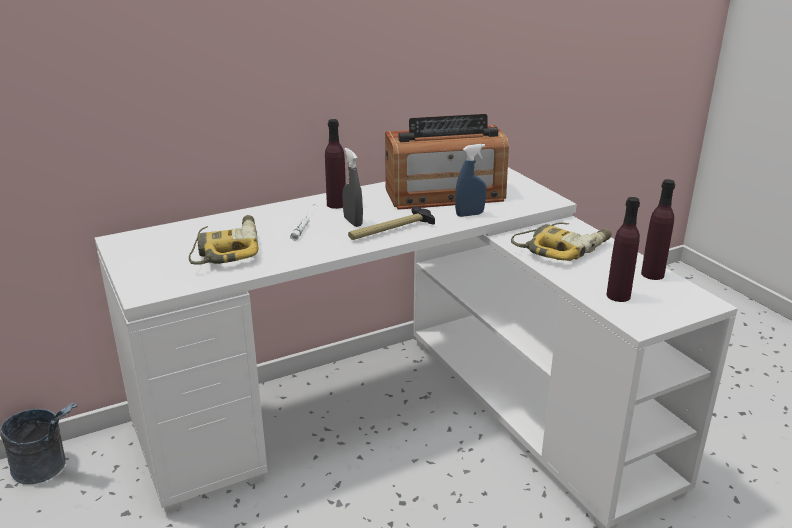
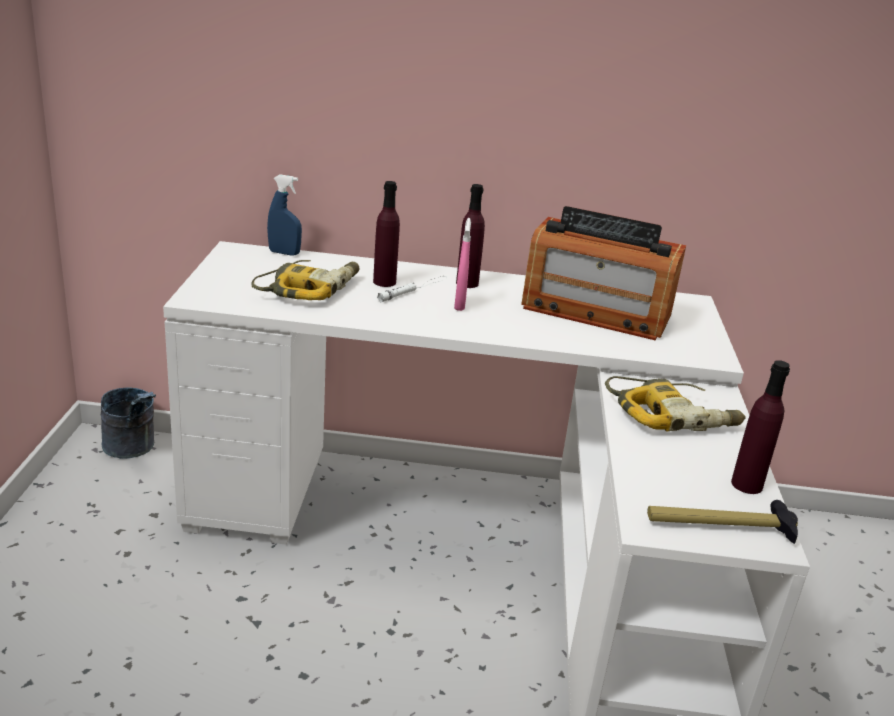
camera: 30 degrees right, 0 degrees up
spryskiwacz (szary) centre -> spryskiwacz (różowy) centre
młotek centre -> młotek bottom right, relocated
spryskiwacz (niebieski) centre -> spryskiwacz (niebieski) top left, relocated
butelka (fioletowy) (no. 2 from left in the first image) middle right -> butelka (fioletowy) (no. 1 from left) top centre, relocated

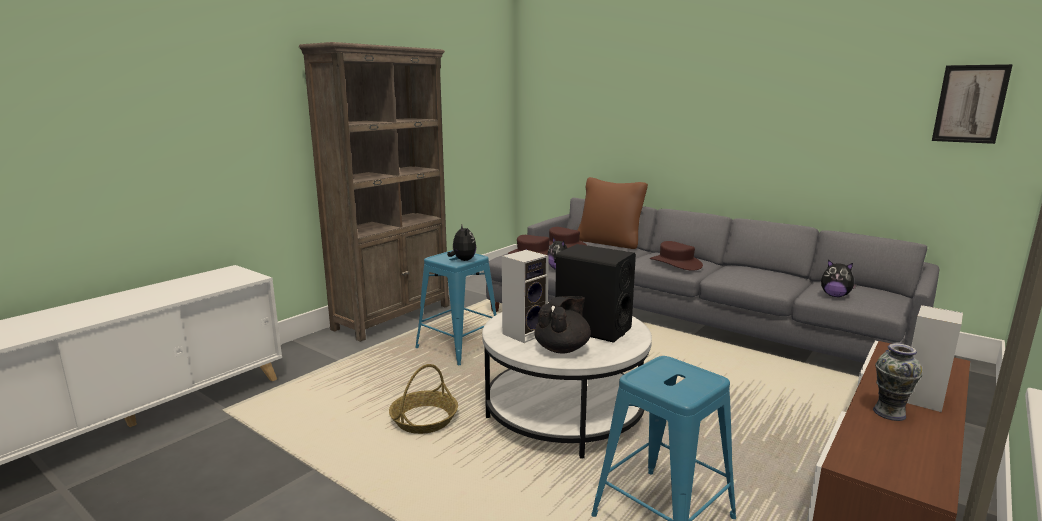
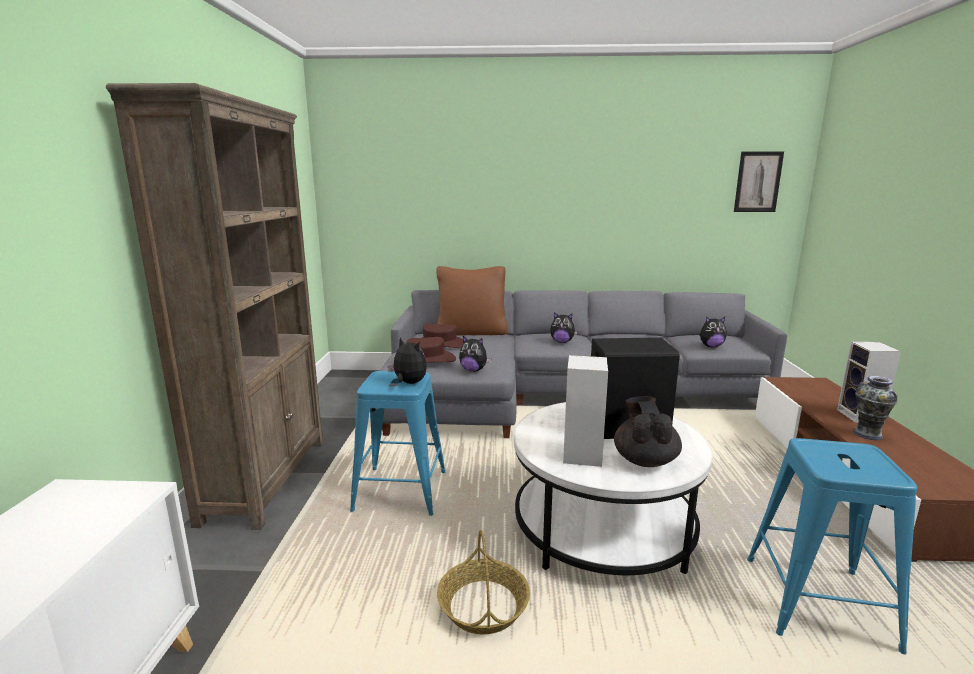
camera: 35 degrees left, 0 degrees up
kapelusz (brązowy) (no. 3 from left) centre -> pluszak (no. 3 from left) centre

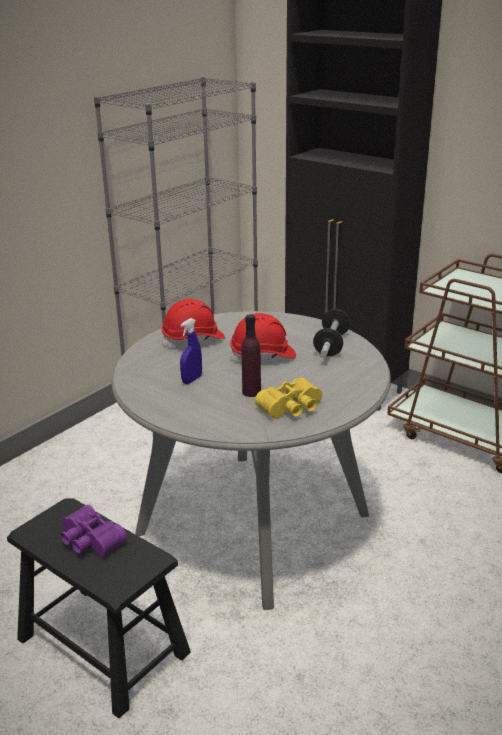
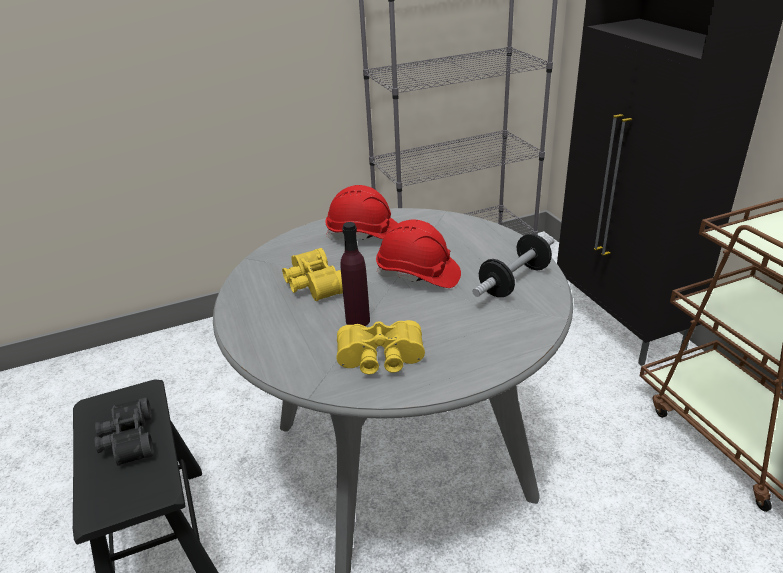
camera: 30 degrees right, 5 degrees up
lornetka (fioletowy) bottom left -> lornetka (czarny) bottom left
spryskiwacz (niebieski) centre -> lornetka (żółty) (no. 1 from left) centre

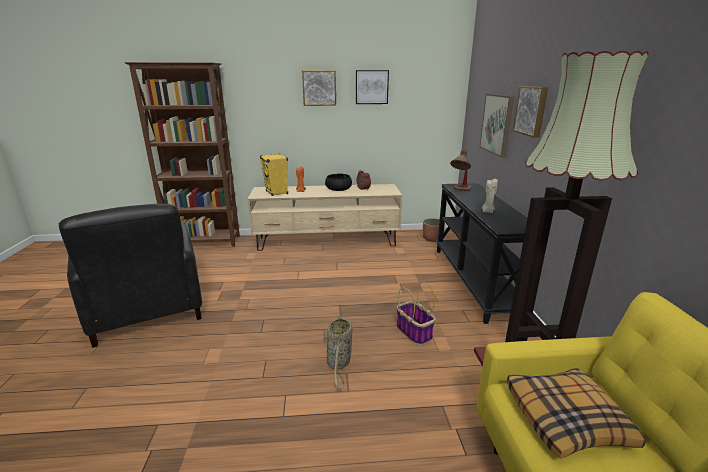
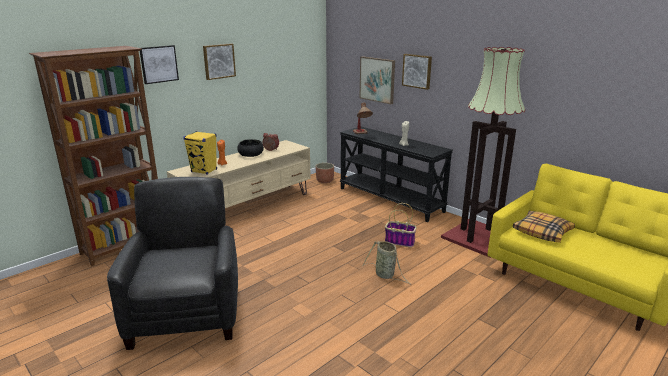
camera: 40 degrees left, 0 degrees up
fotel (czarny) middle left -> fotel (czarny) bottom left, 120 degrees counterclockwise
obraz (no. 2 from left in the first image) top centre -> obraz (no. 1 from left) top left, relocated

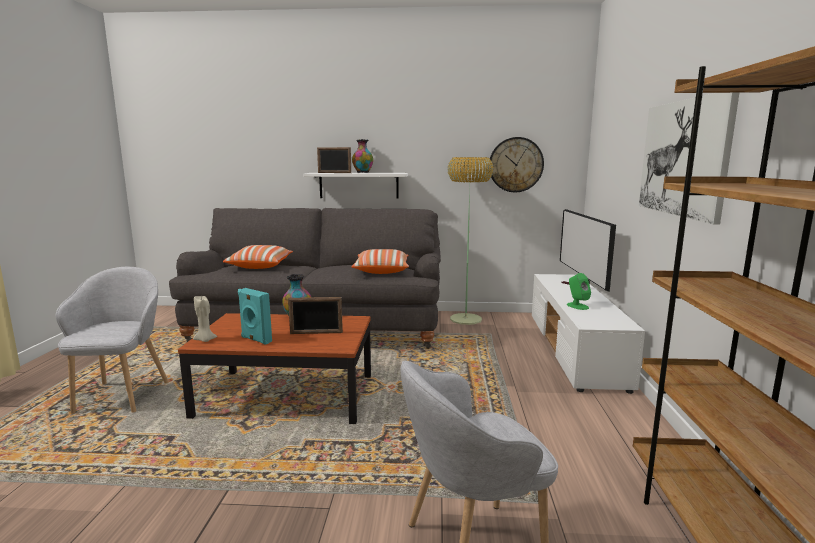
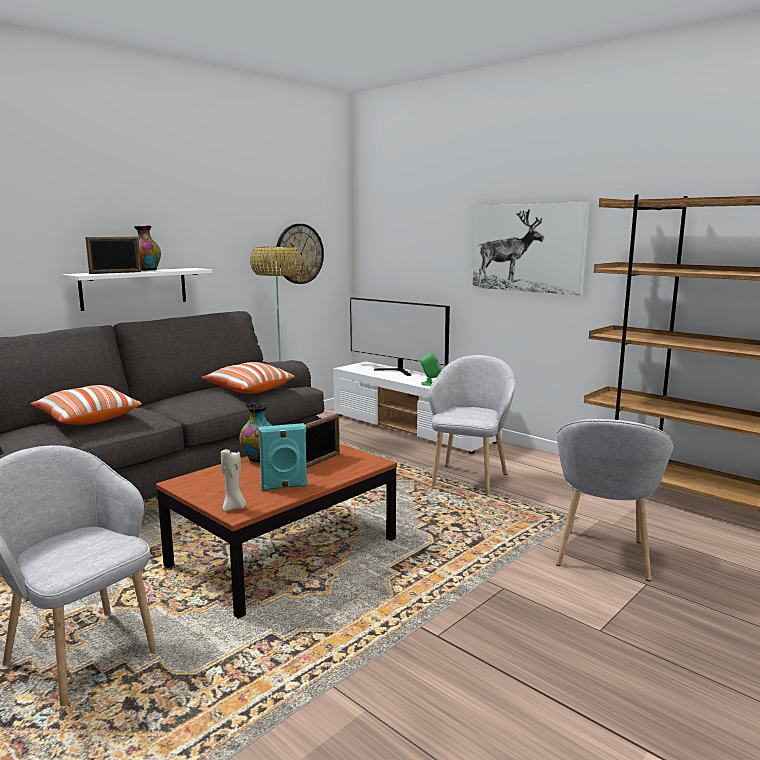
camera: 50 degrees left, 0 degrees up
none -> fotel (szary) (no. 2 from left) centre

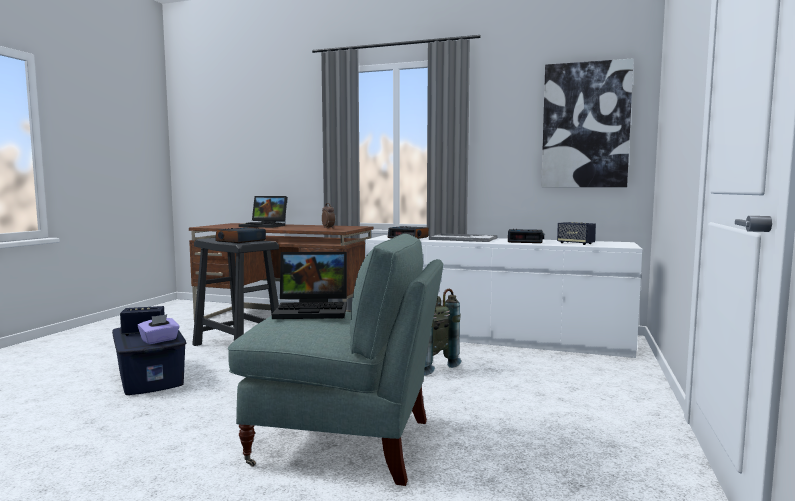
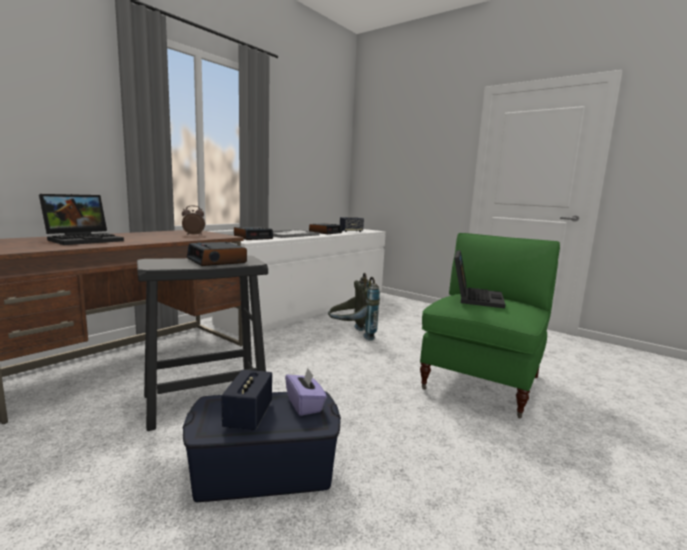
camera: 70 degrees left, 5 degrees up
fotel (szary) bottom centre -> fotel (zielony) middle right
obraz top right -> none

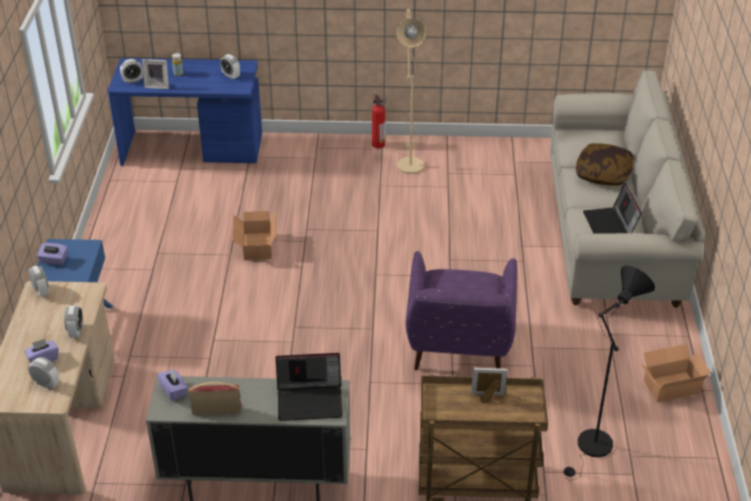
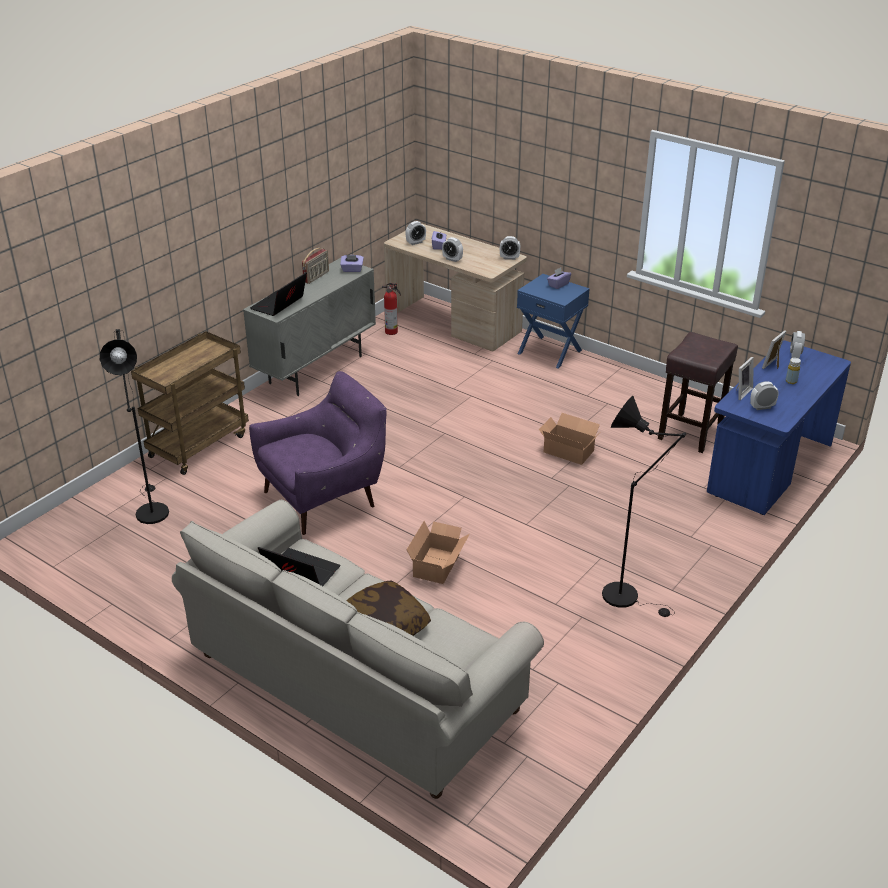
camera: 125 degrees right, 5 degrees down
gaśnica top centre -> gaśnica centre, relocated
lampa stojąca (beżowy) top centre -> lampa stojąca (czarny) (no. 2 from left) middle right
fotel (fioletowy) centre, 105 degrees clockwise
ramka na zdjęcie (no. 2 from left in the first image) bottom centre -> ramka na zdjęcie (no. 1 from left) middle right, relocated
karton (no. 2 from left in the first image) bottom right -> karton (no. 1 from left) centre, relocated
none -> stołek (brązowy) middle right

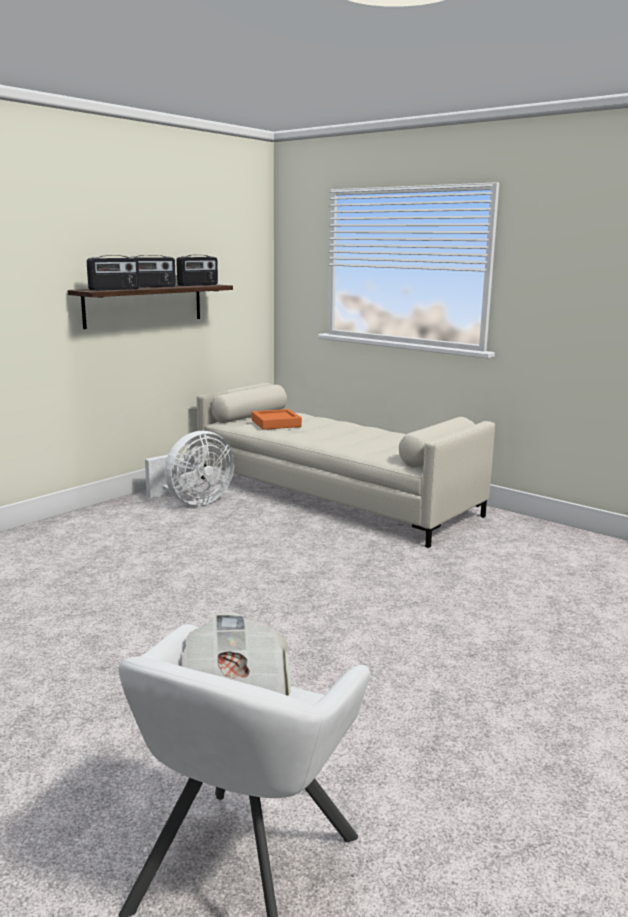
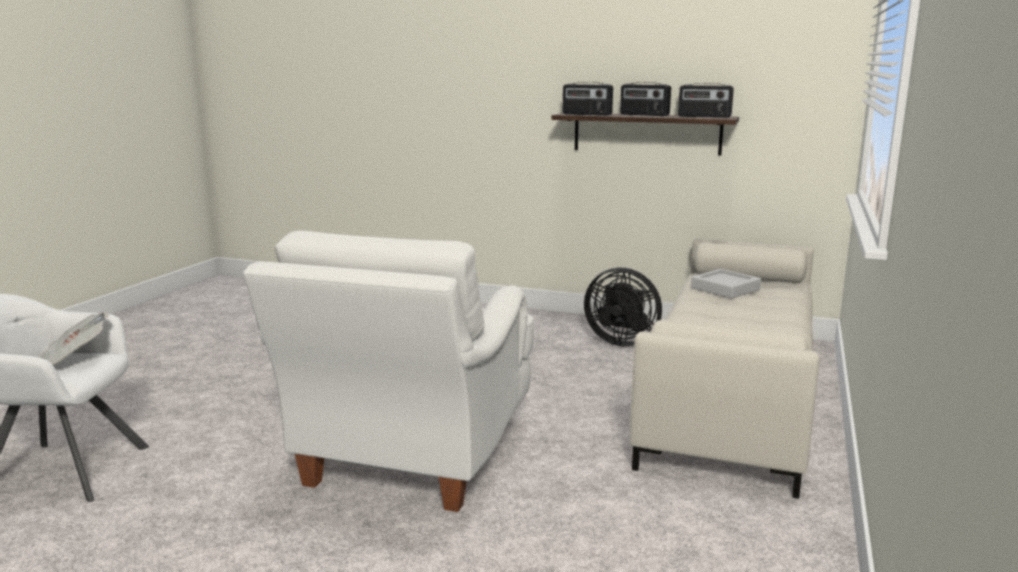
camera: 70 degrees right, 0 degrees up
wentylator (biały) middle left -> wentylator (czarny) centre
taca (pomarańczowy) centre -> taca (szary) middle right
none -> fotel (biały) (no. 2 from left) centre

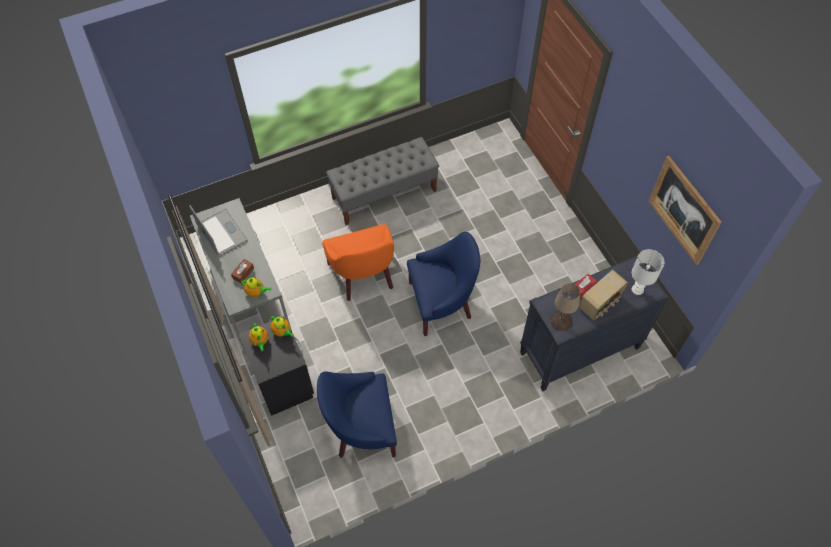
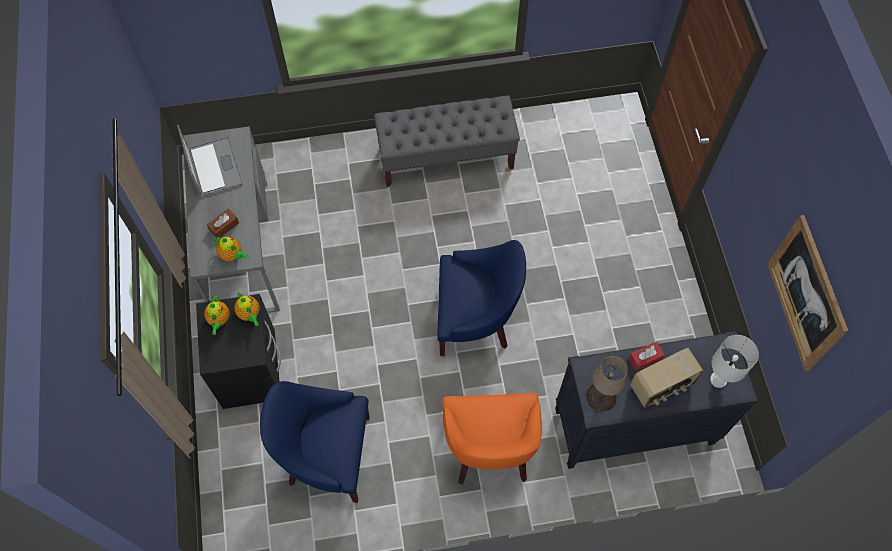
camera: 15 degrees right, 5 degrees up
fotel (pomarańczowy) centre -> fotel (pomarańczowy) bottom centre, relocated

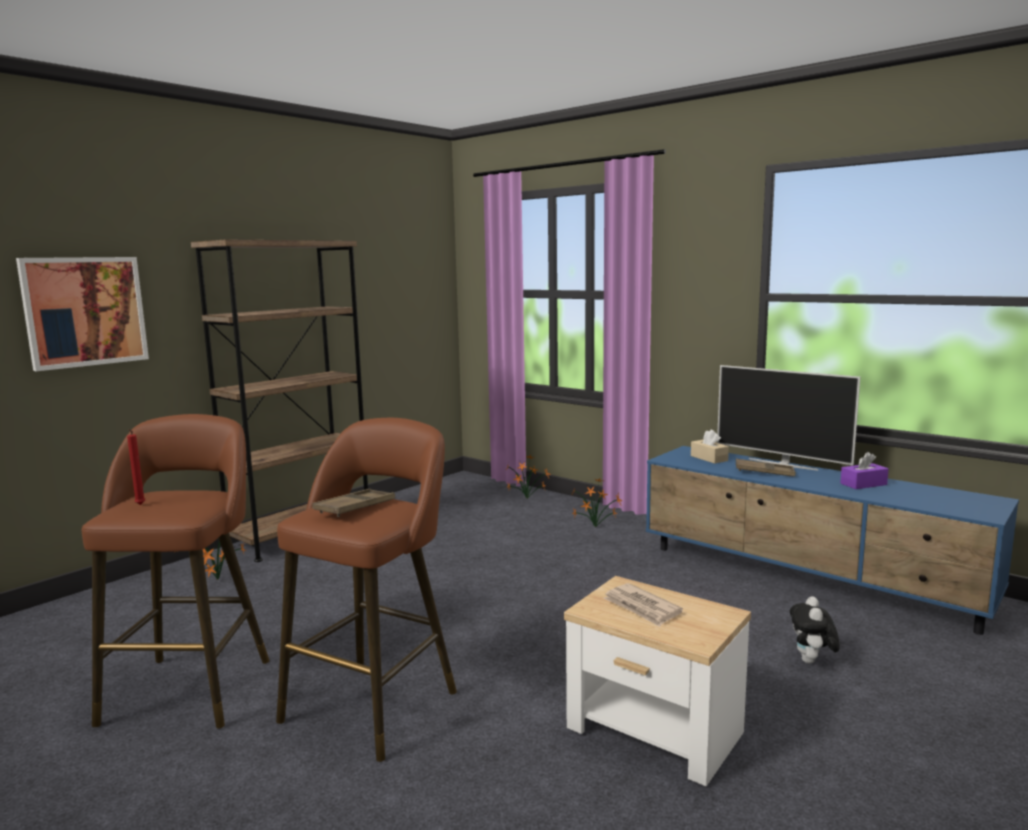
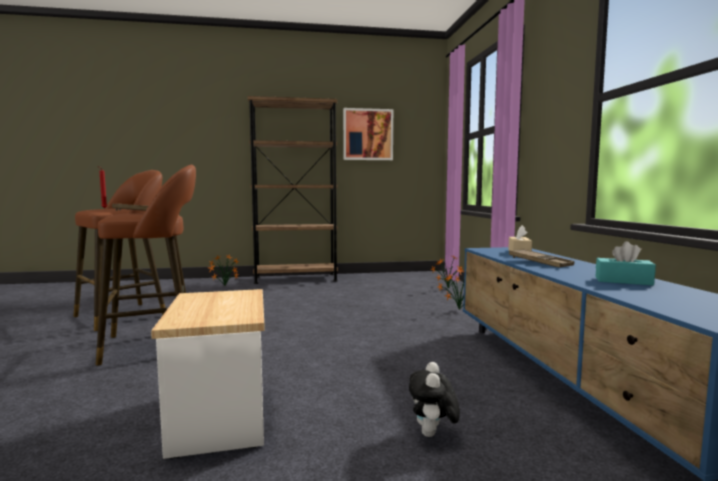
camera: 40 degrees right, 5 degrees down
obraz middle left -> obraz top centre, relocated
gazeta bottom centre -> none
telewizor middle right -> none
pluszak bottom right -> pluszak bottom centre, 45 degrees counterclockwise
pudełko chusteczek (fioletowy) middle right -> pudełko chusteczek (turkusowy) middle right

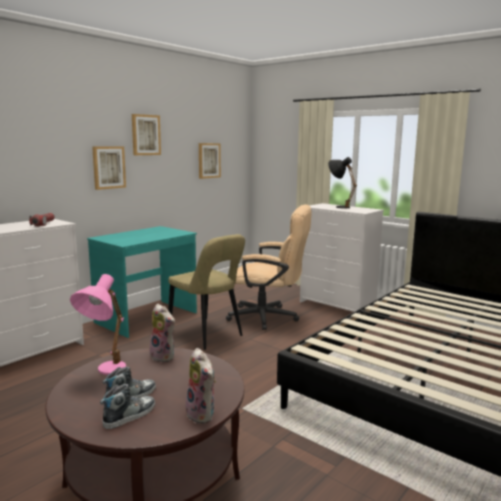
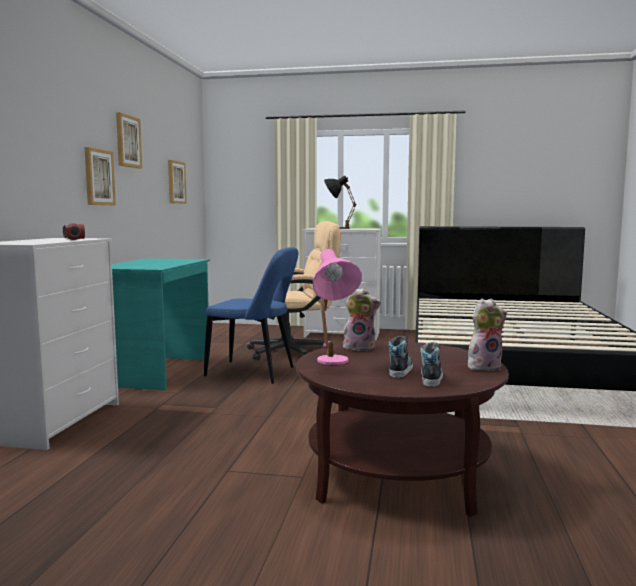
camera: 30 degrees left, 5 degrees down
krzesło (beżowy) centre -> krzesło (niebieski) centre
pluszak (no. 2 from left) bottom centre -> pluszak (no. 2 from left) middle right, 45 degrees counterclockwise

